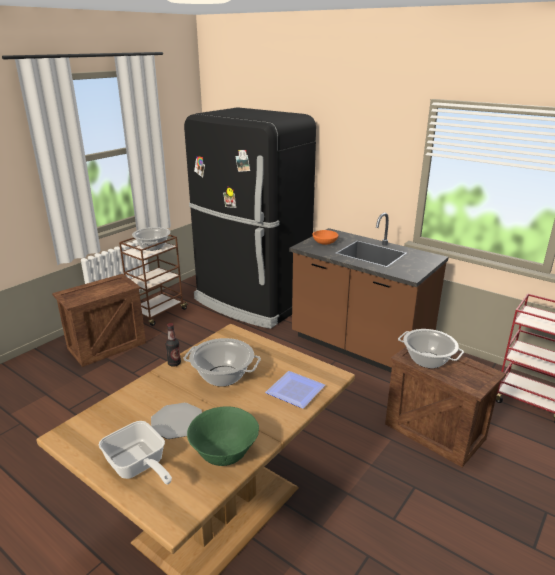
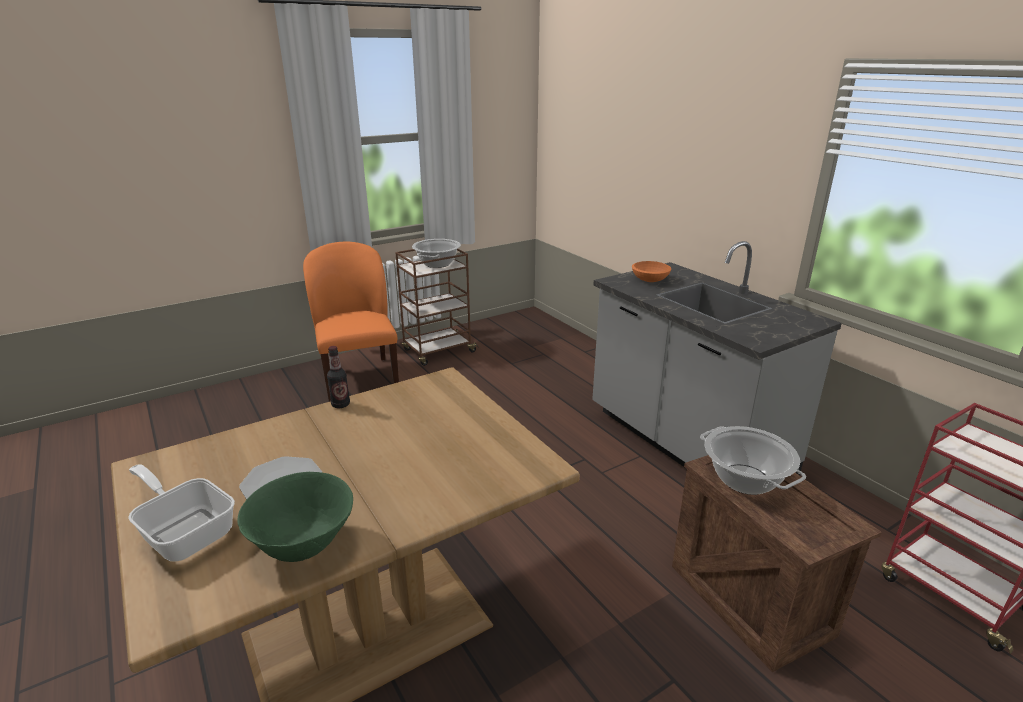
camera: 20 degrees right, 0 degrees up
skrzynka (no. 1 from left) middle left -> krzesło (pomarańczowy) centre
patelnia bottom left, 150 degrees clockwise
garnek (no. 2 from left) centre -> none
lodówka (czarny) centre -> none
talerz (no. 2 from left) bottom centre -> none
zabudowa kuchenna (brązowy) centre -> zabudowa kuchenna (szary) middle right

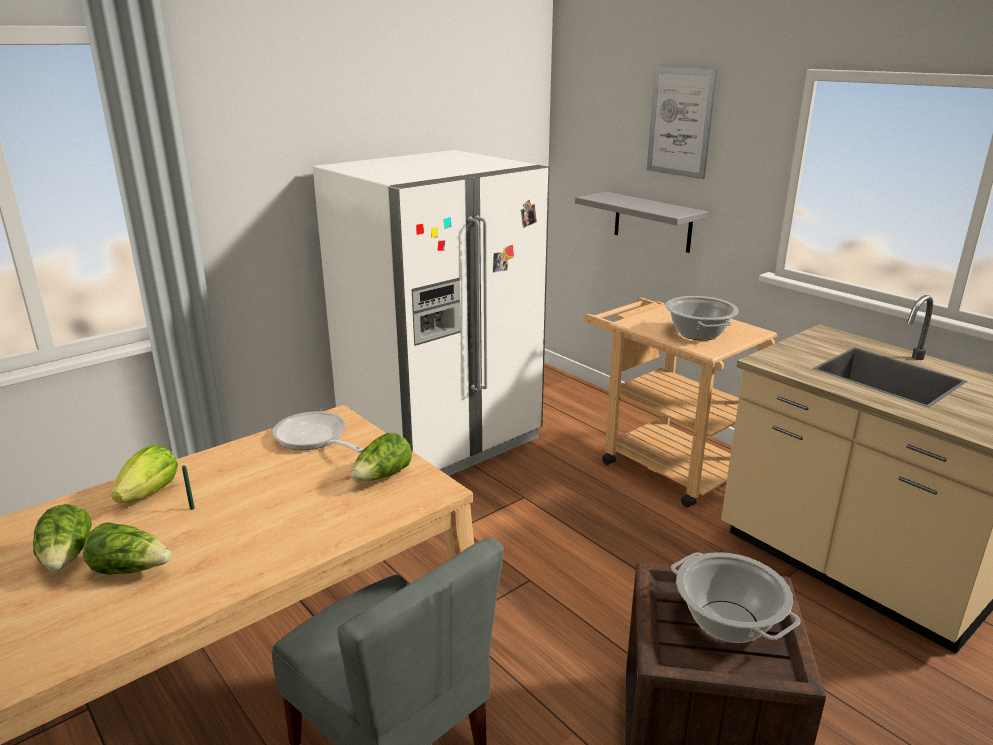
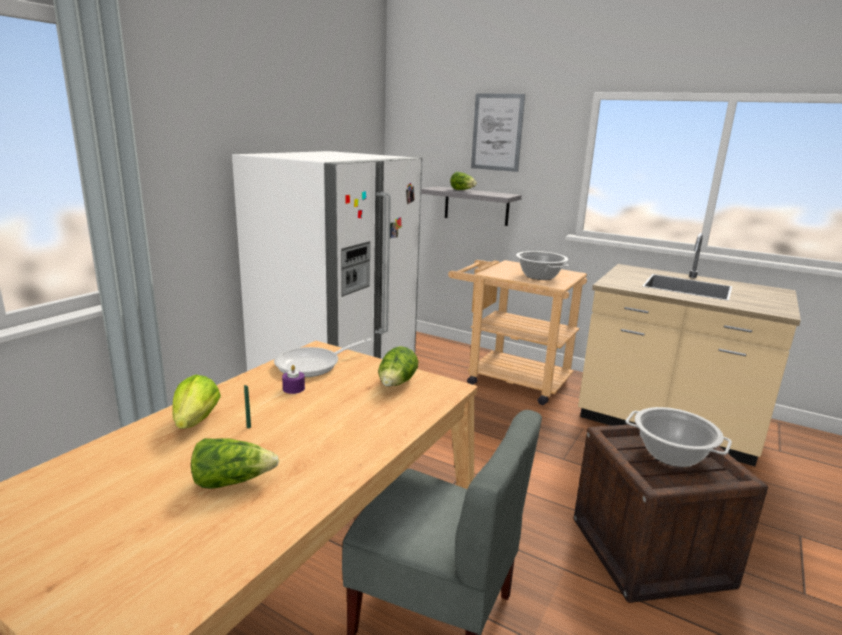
camera: 20 degrees left, 5 degrees down
sałata (no. 1 from left in the first image) bottom left -> sałata (no. 4 from left) top centre, relocated
patelnia middle left -> patelnia centre, 60 degrees counterclockwise
none -> świeca (fioletowy) centre

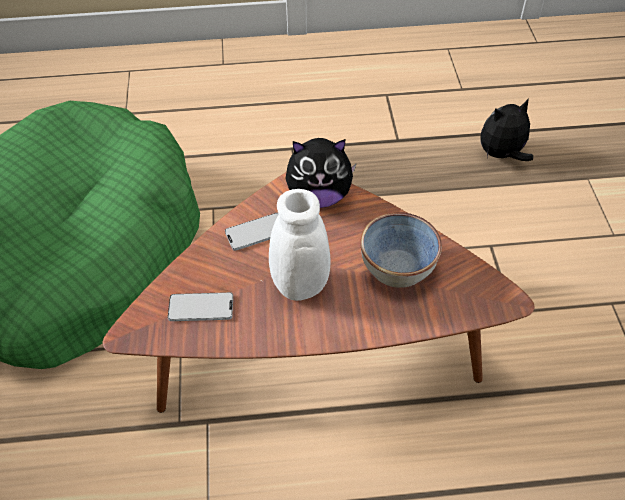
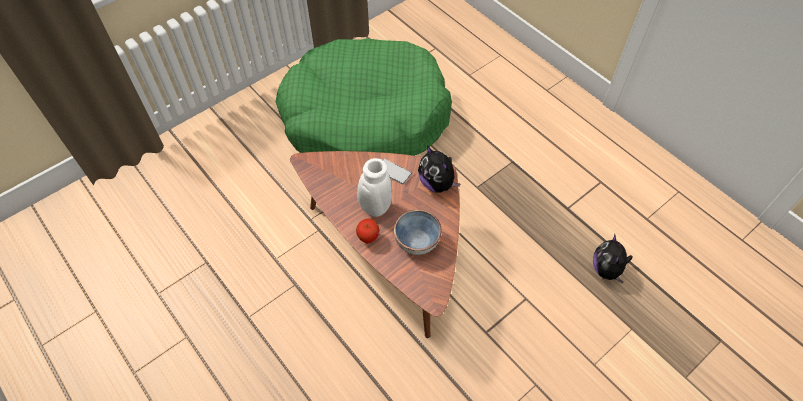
camera: 55 degrees right, 5 degrees up
telefon (no. 1 from left) middle left -> none
pluszak (no. 2 from left) top right -> pluszak (no. 2 from left) middle right, 120 degrees counterclockwise
none -> jabłko centre

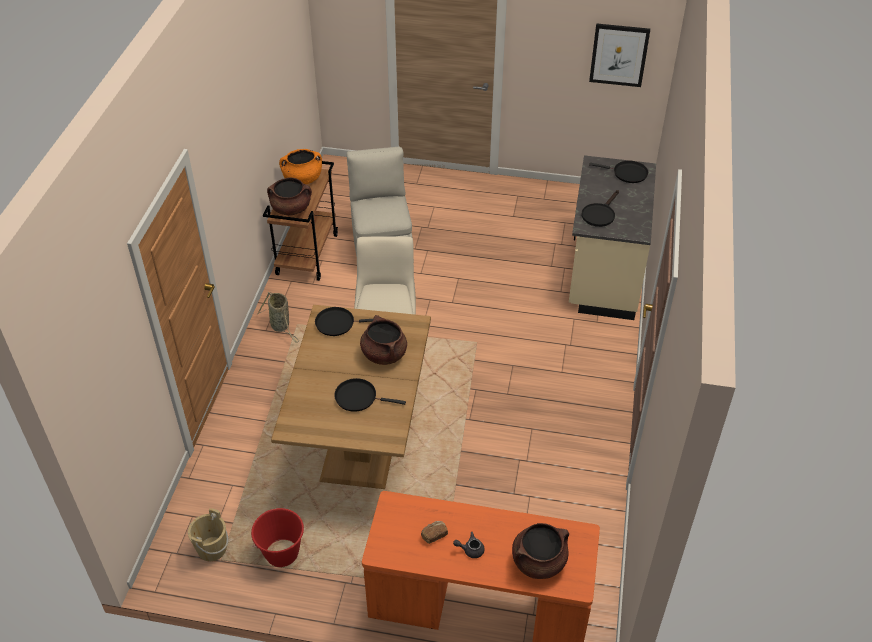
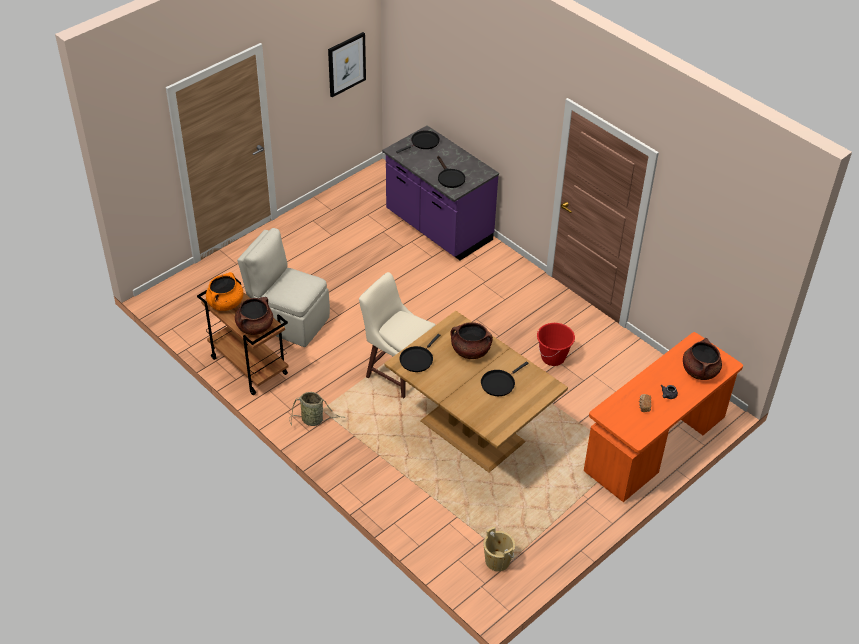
camera: 55 degrees left, 0 degrees up
wiadro (czerwony) bottom left -> wiadro (czerwony) centre, relocated
zabudowa kuchenna (beżowy) middle right -> zabudowa kuchenna (fioletowy) top centre

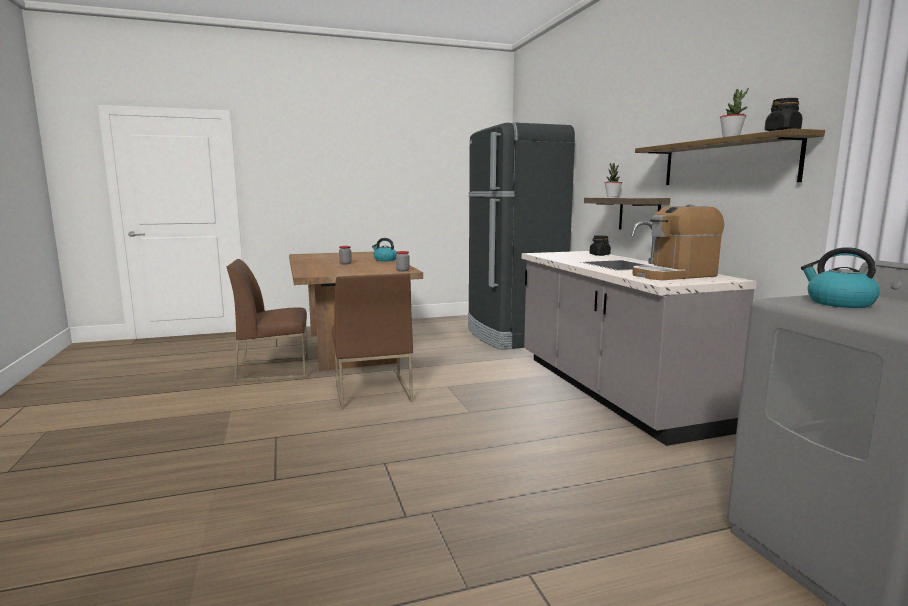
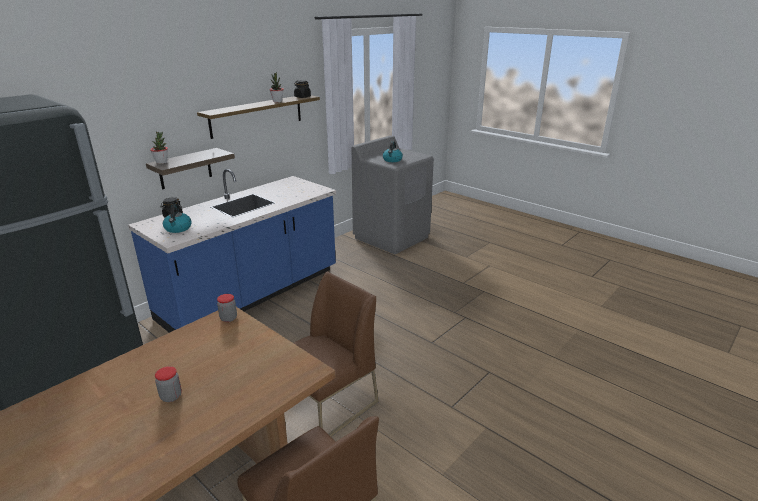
camera: 120 degrees left, 15 degrees up
czajnik (no. 1 from left) centre -> czajnik (no. 1 from left) middle left, relocated
zabudowa kuchenna (szary) middle right -> zabudowa kuchenna (niebieski) middle left
ekspres do kawy middle right -> none

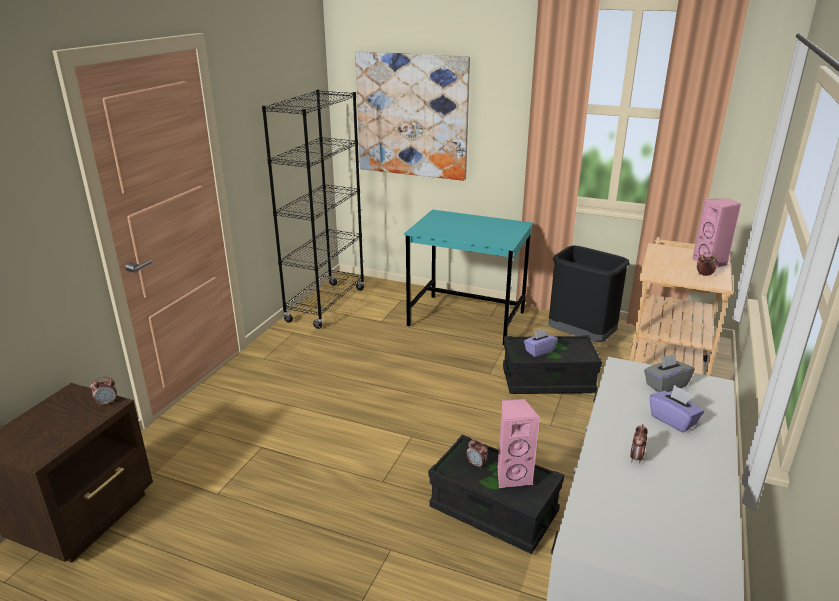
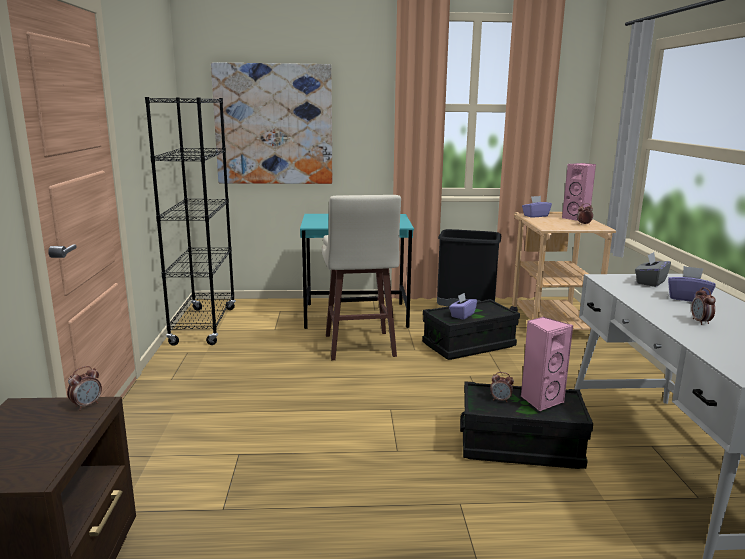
camera: 25 degrees left, 10 degrees down
none -> stołek (beżowy) centre
none -> pudełko chusteczek (fioletowy) (no. 2 from left) middle right

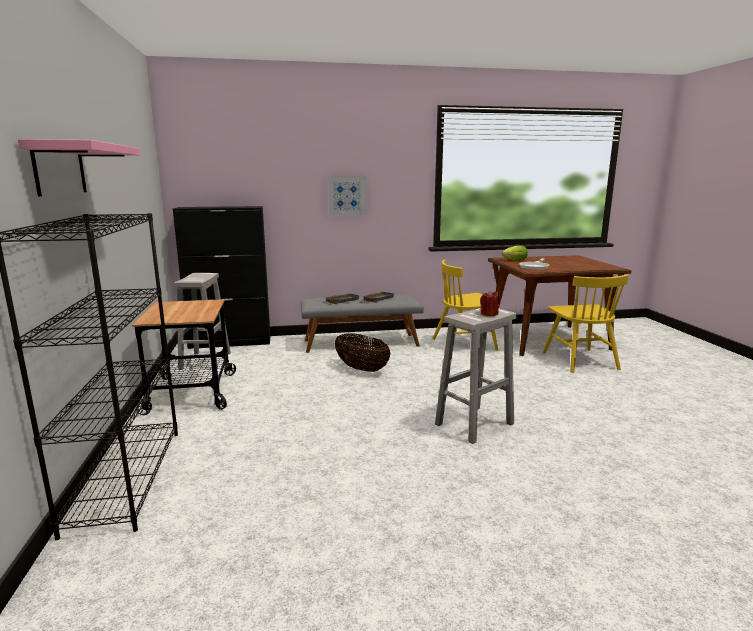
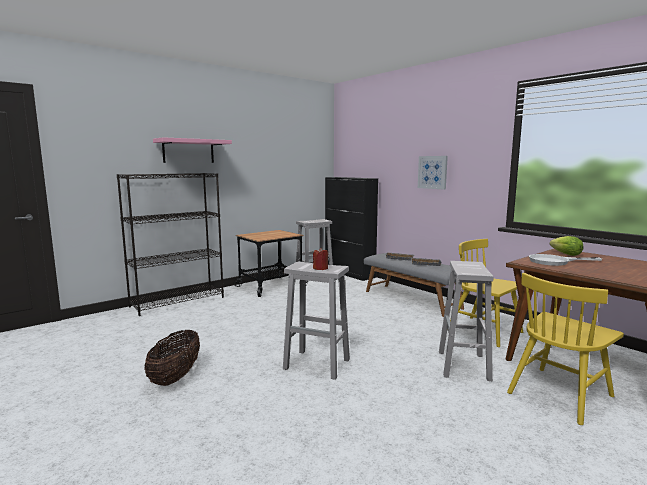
camera: 60 degrees right, 5 degrees down
koszyk centre -> koszyk bottom left, relocated
none -> stołek (biały) (no. 3 from left) middle right

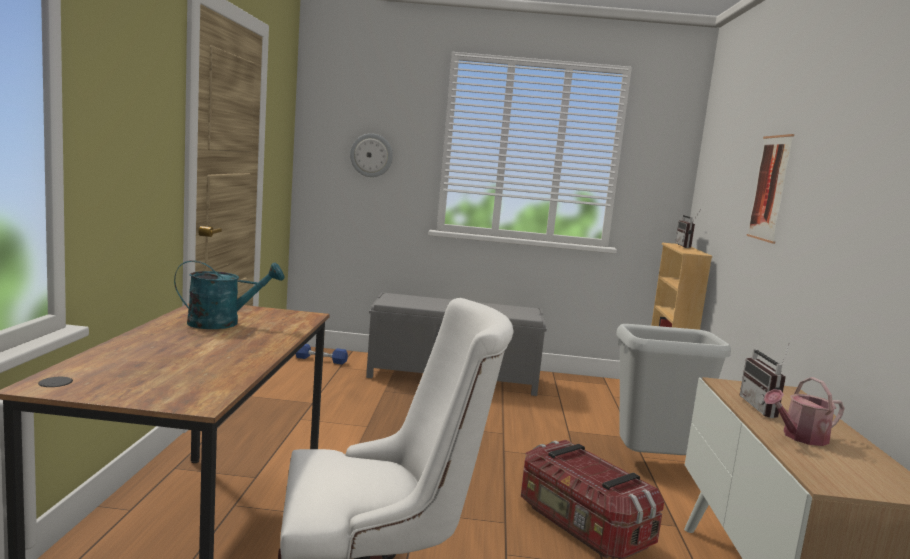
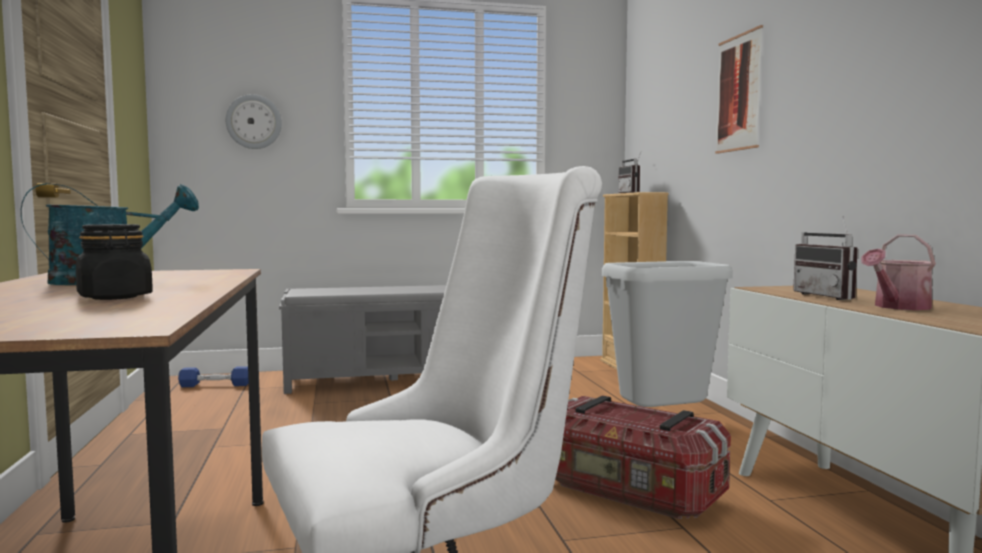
camera: 15 degrees left, 5 degrees down
none -> słoik (czarny) middle left

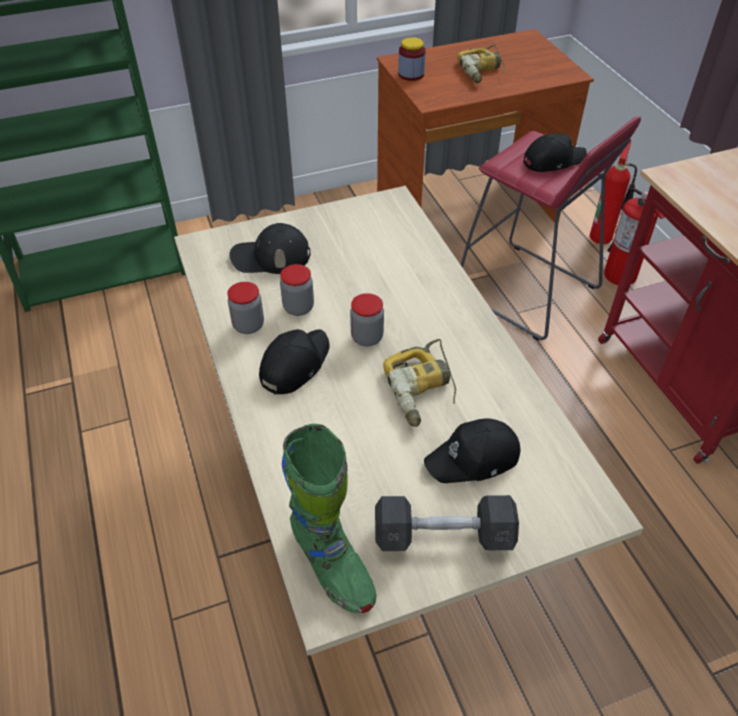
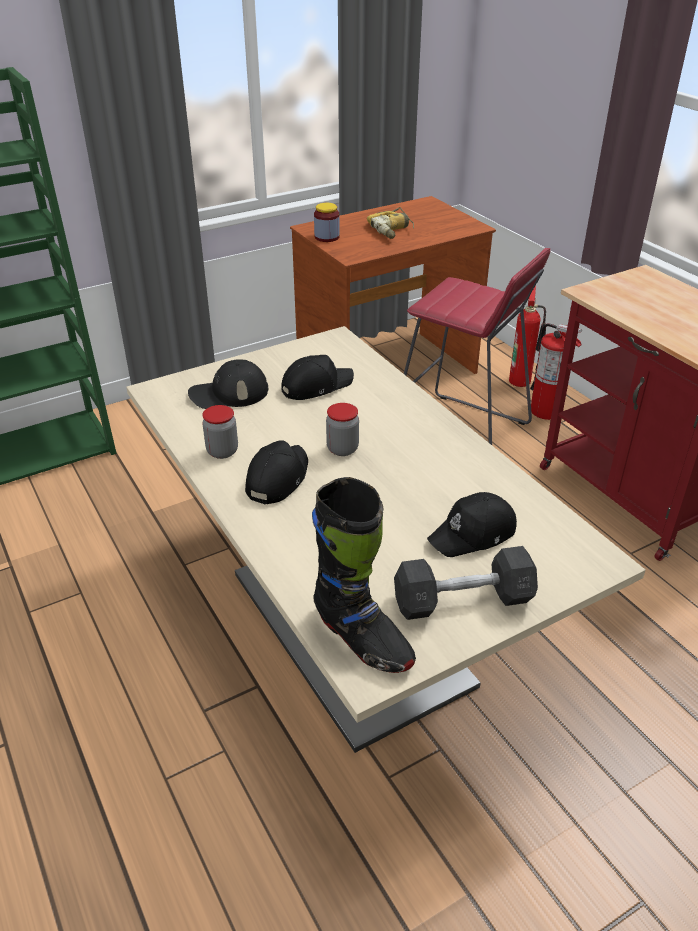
camera: 10 degrees left, 10 degrees down
słoik (no. 2 from left) centre -> none
but z cholewką (zielony) bottom centre -> but z cholewką (czarny) centre
wiertarka (no. 1 from left) centre -> none
czapka z daszkiem (czarny) (no. 4 from left in the first image) top right -> czapka z daszkiem (czarny) (no. 3 from left) centre, relocated

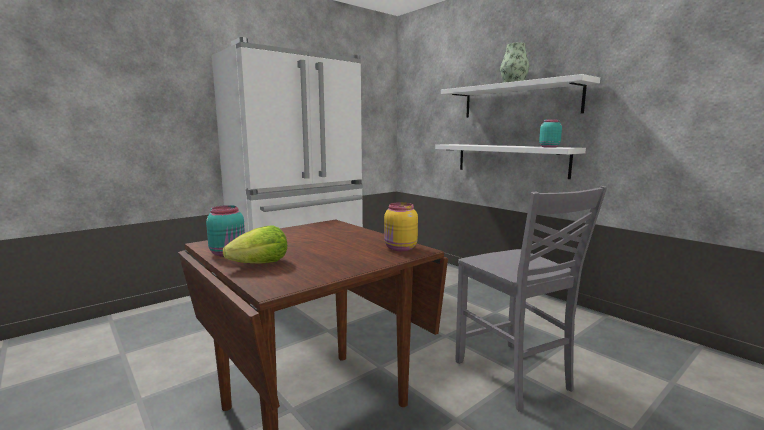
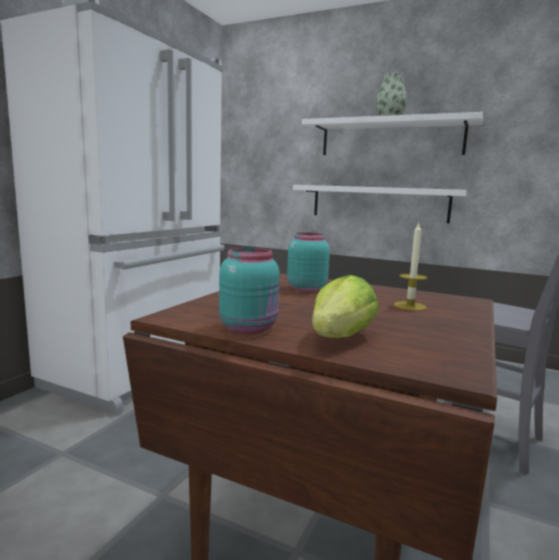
camera: 25 degrees left, 0 degrees up
słoik (żółty) centre -> none
słoik (turkusowy) (no. 2 from left) top right -> słoik (turkusowy) (no. 2 from left) centre, relocated
none -> świeca middle right

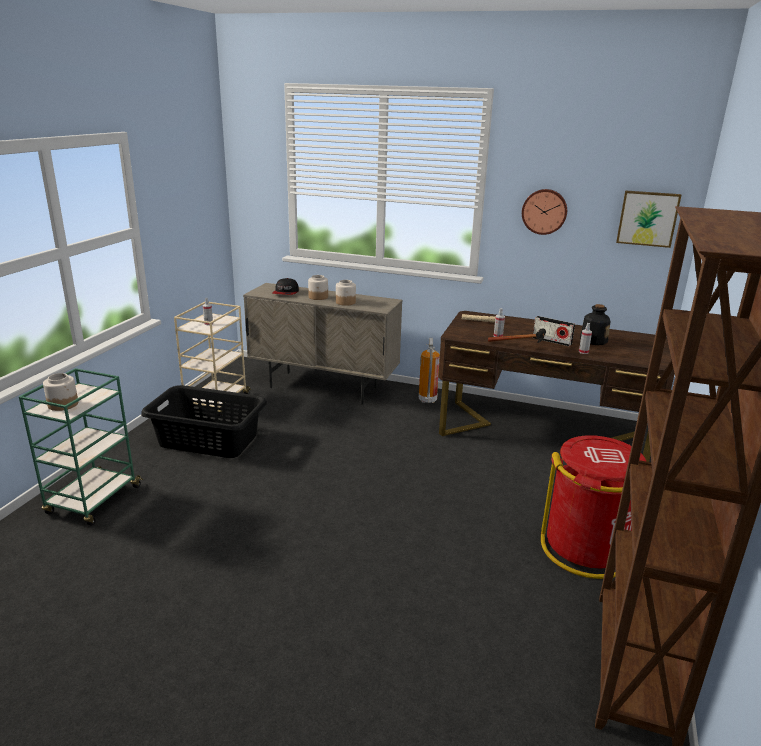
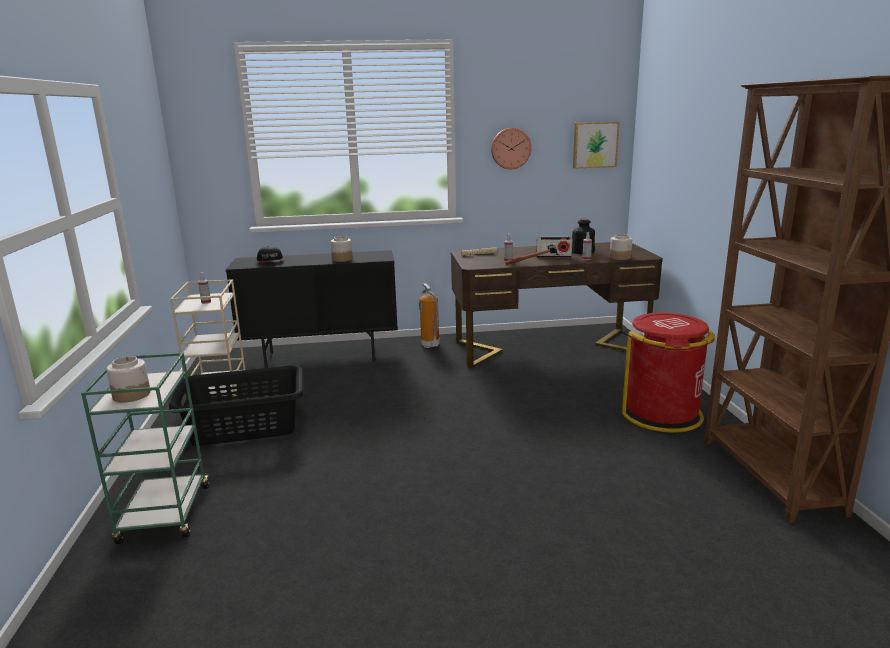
camera: 25 degrees left, 5 degrees down
szafka (beżowy) centre -> szafka (czarny) centre
słoik (no. 2 from left in the first image) centre -> słoik (no. 3 from left) middle right, relocated

